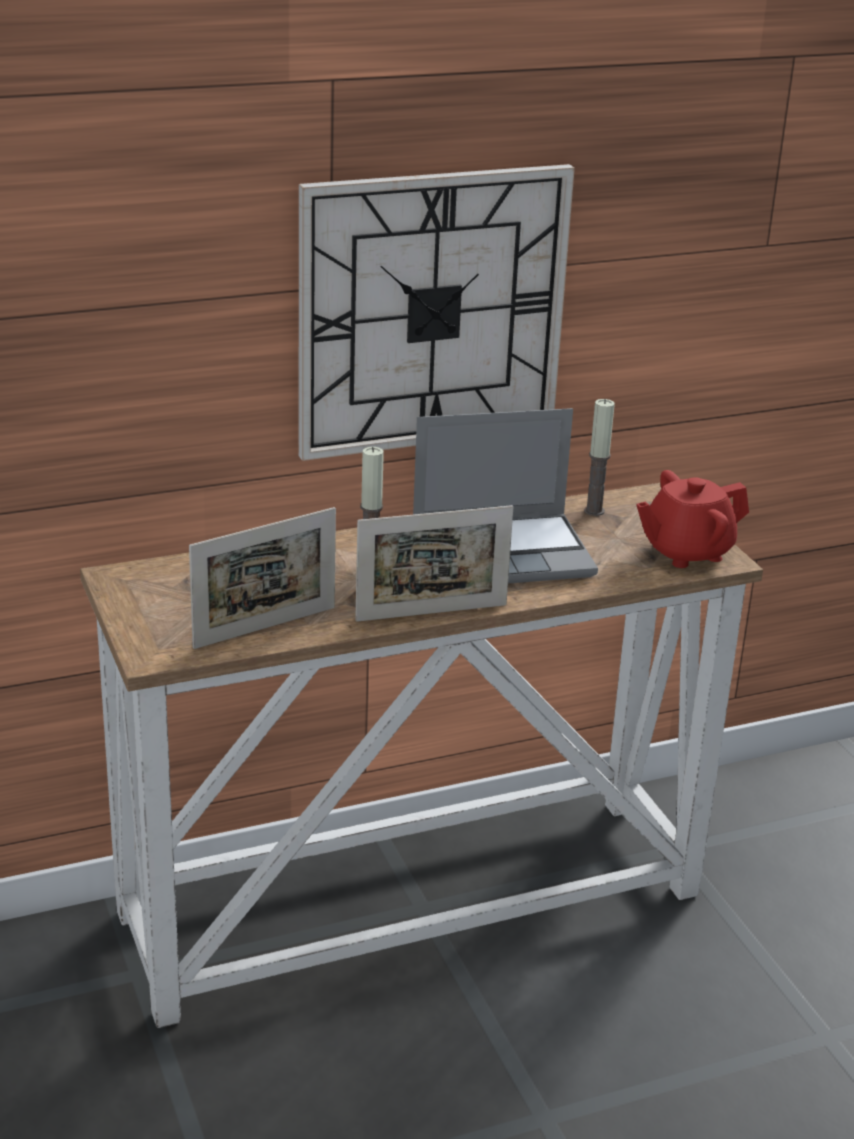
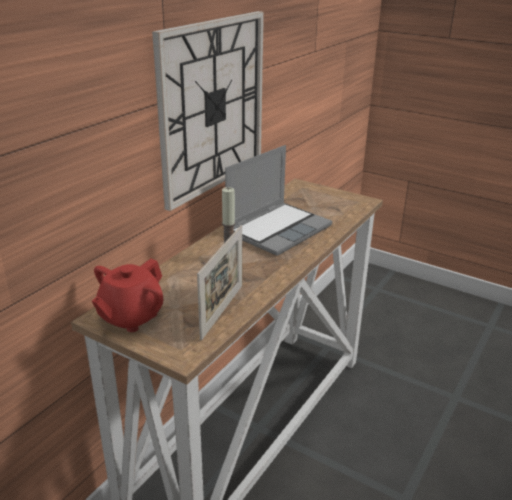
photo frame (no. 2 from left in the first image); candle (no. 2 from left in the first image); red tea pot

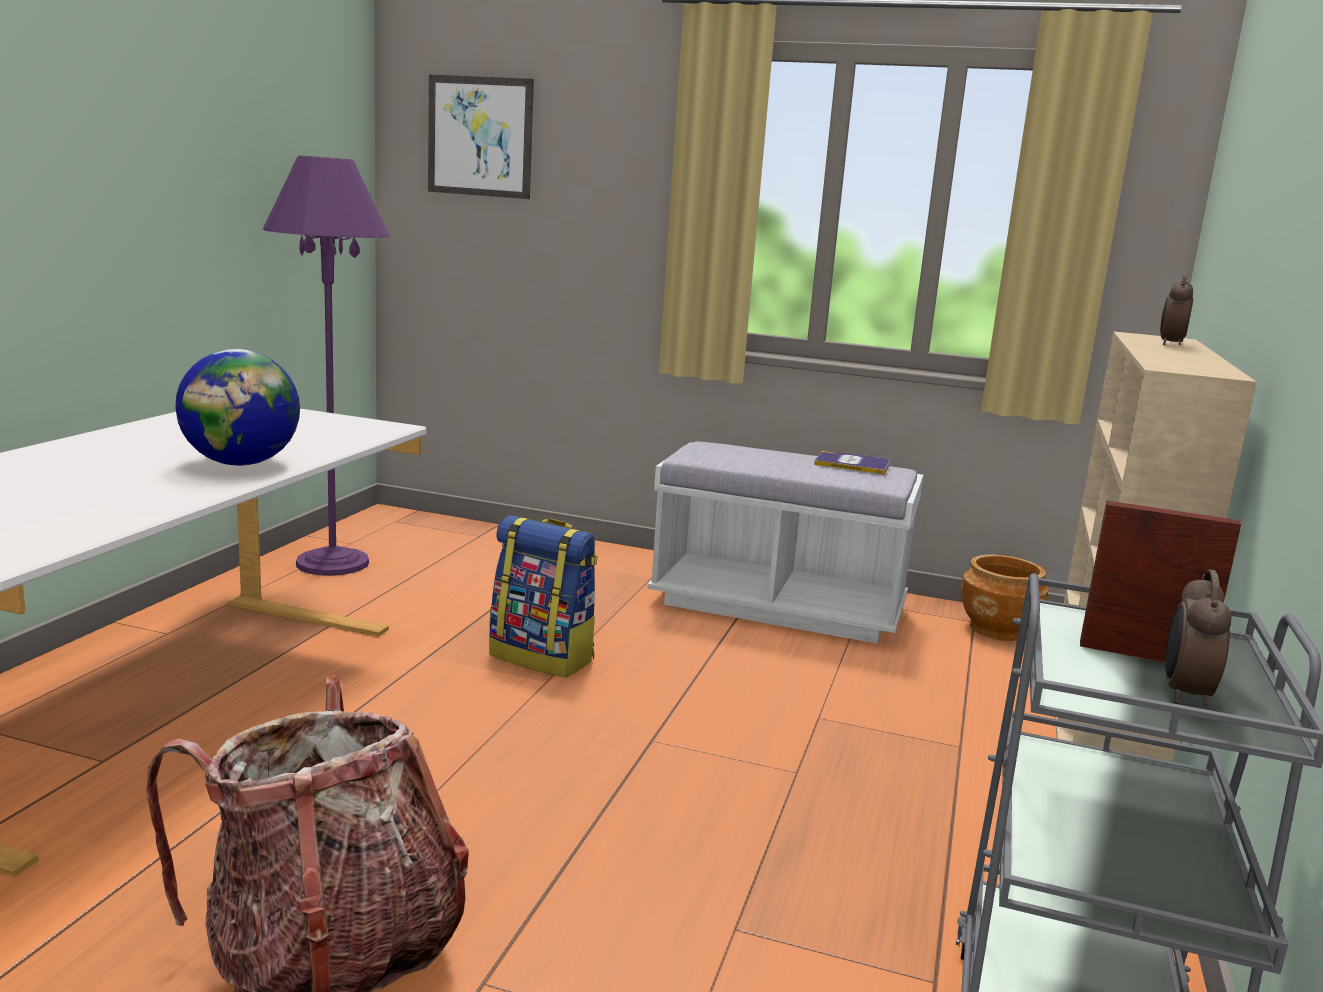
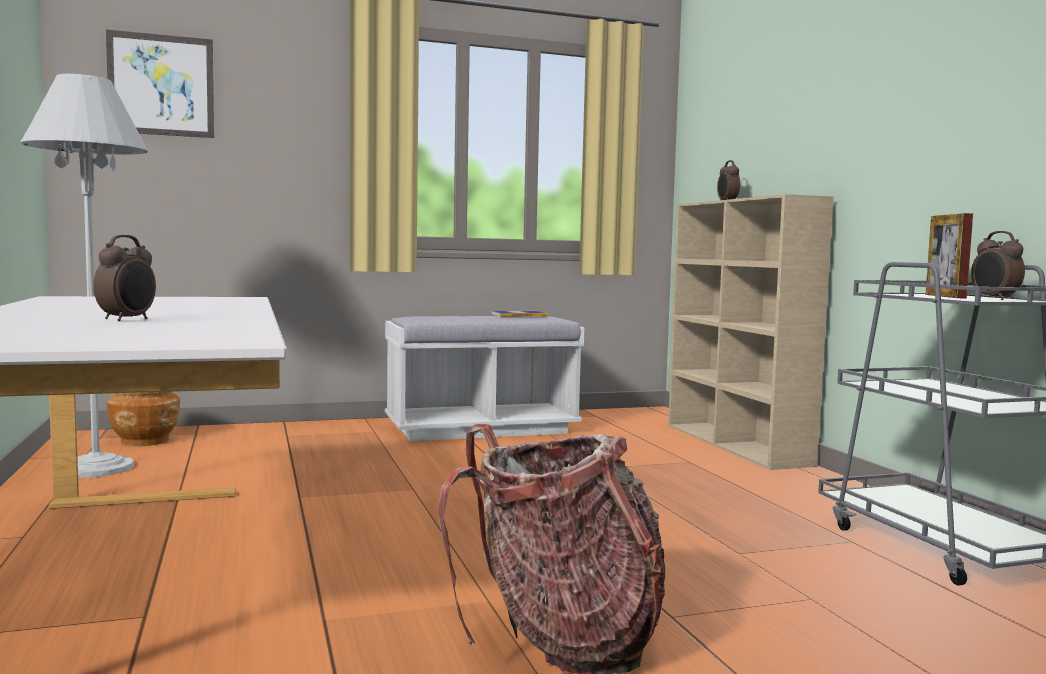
globe; white floor lamp; rucksack (no. 2 from left in the first image); brownish plant pot; photo frame; table clock (no. 1 from left)

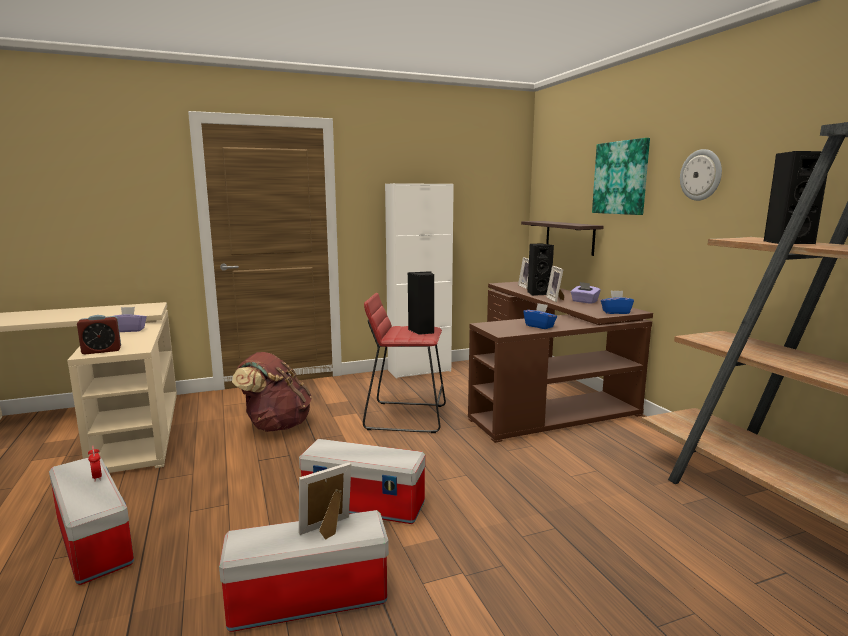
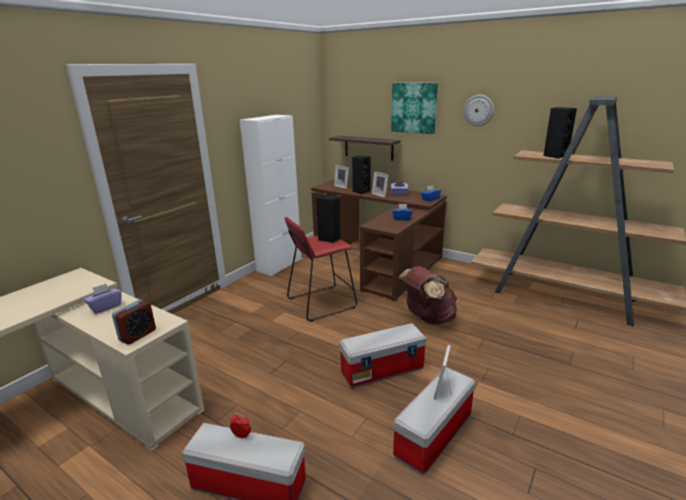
brownish rucksack

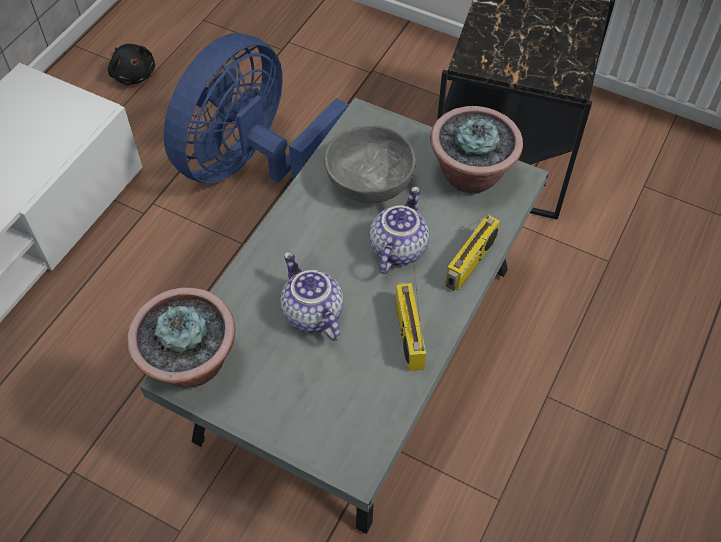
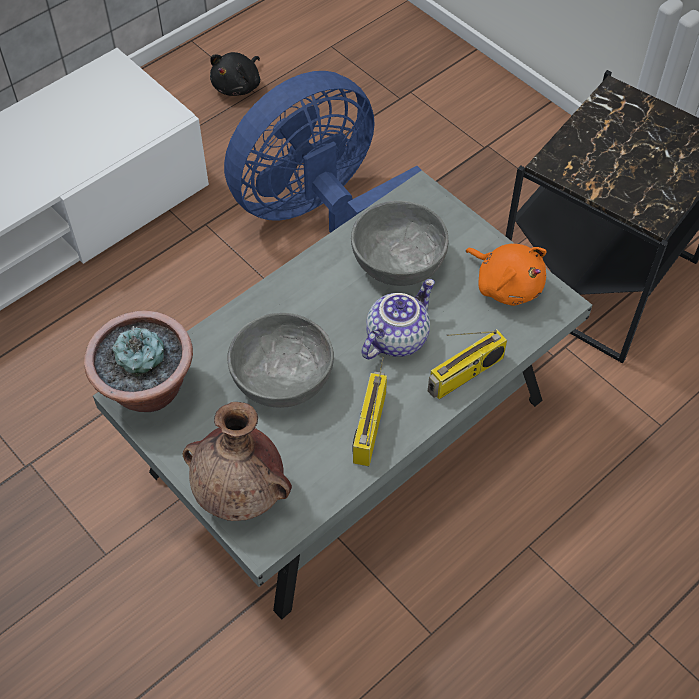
black-coloured cuddly toy; greyish serving bowl (no. 1 from left); orange-coloured cuddly toy; brownish decorative vase

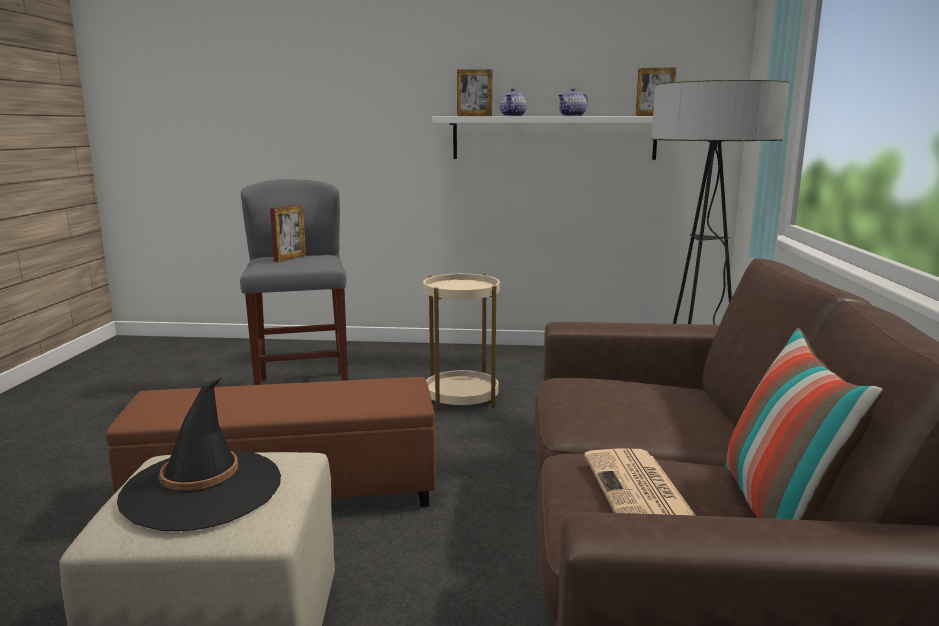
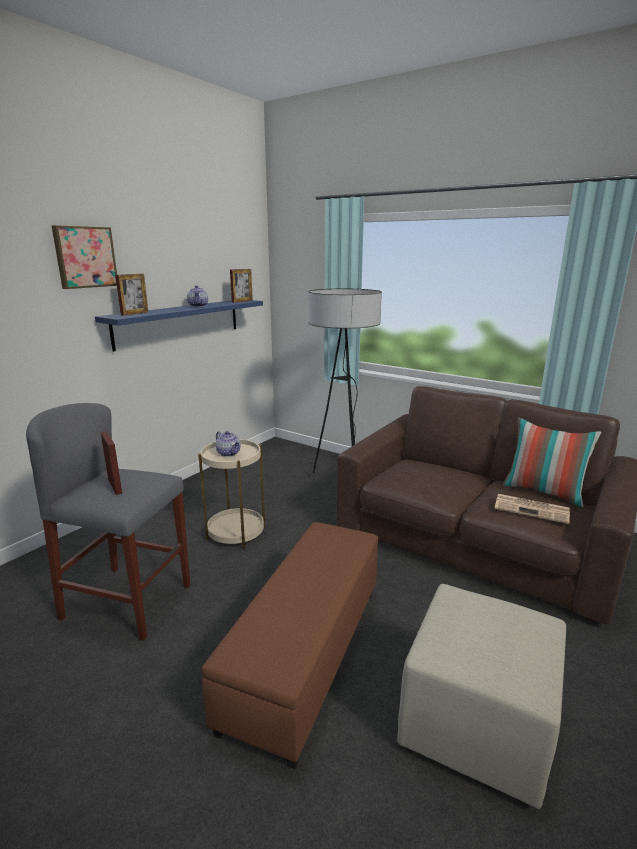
black-coloured hat; blue-coloured shelf; tea pot (no. 2 from left); wall art

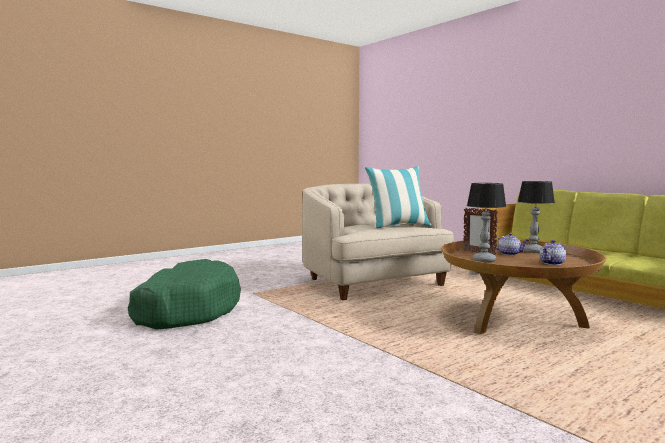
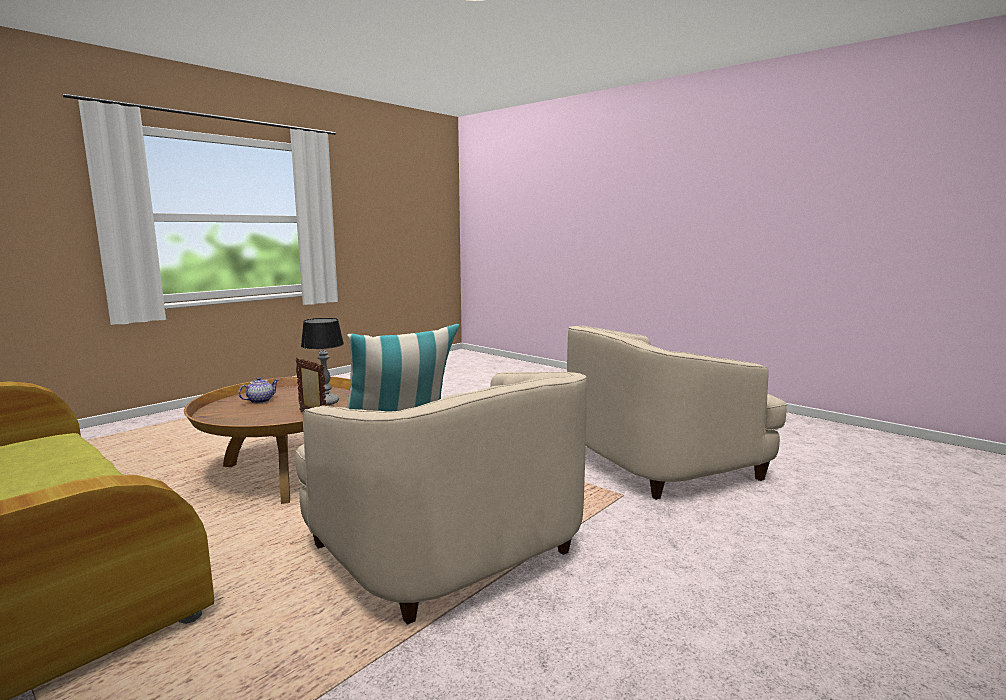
beige armchair (no. 2 from left); tea pot (no. 1 from left in the first image); lamp for a table (no. 2 from left in the first image)

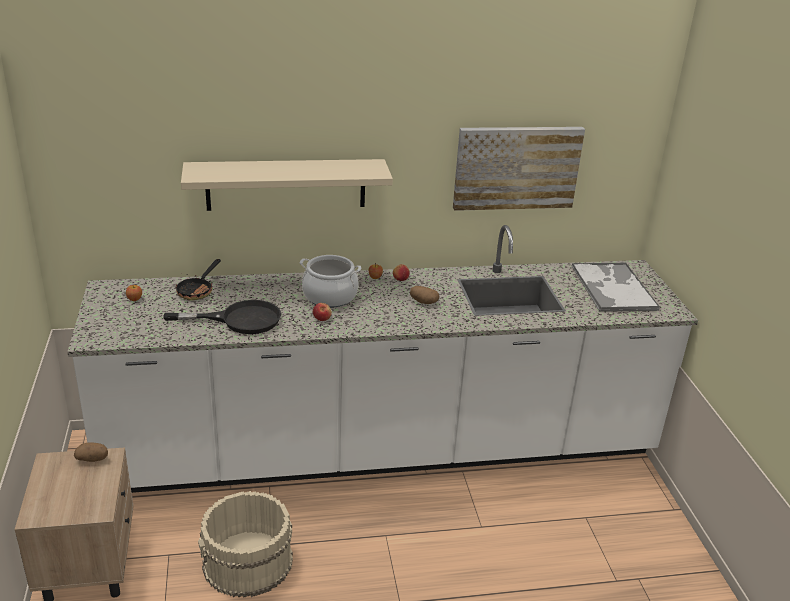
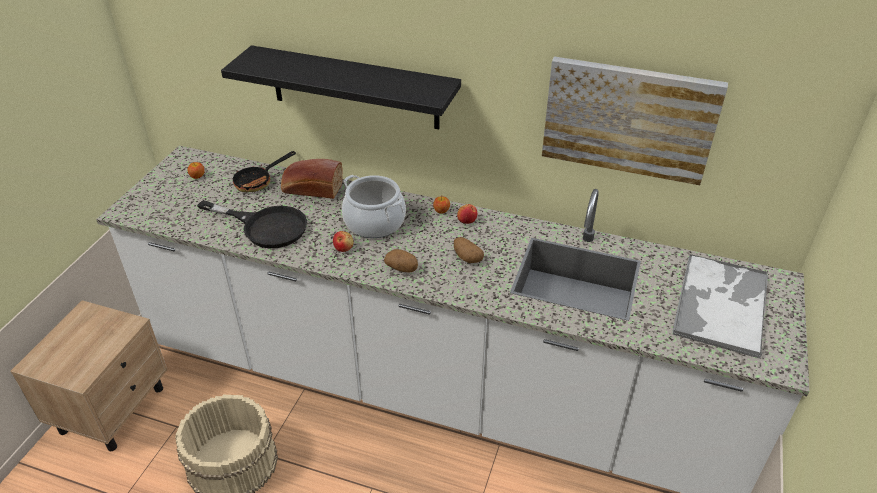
potato (no. 1 from left); black-coloured shelf; bakery bread

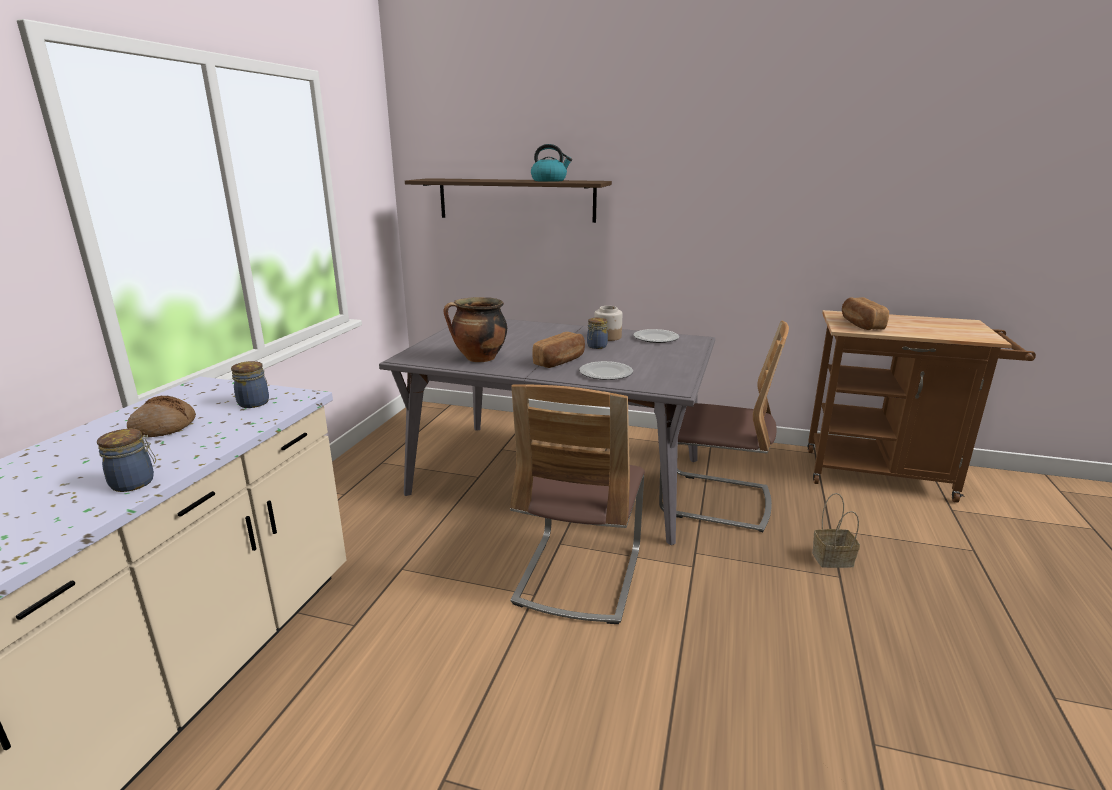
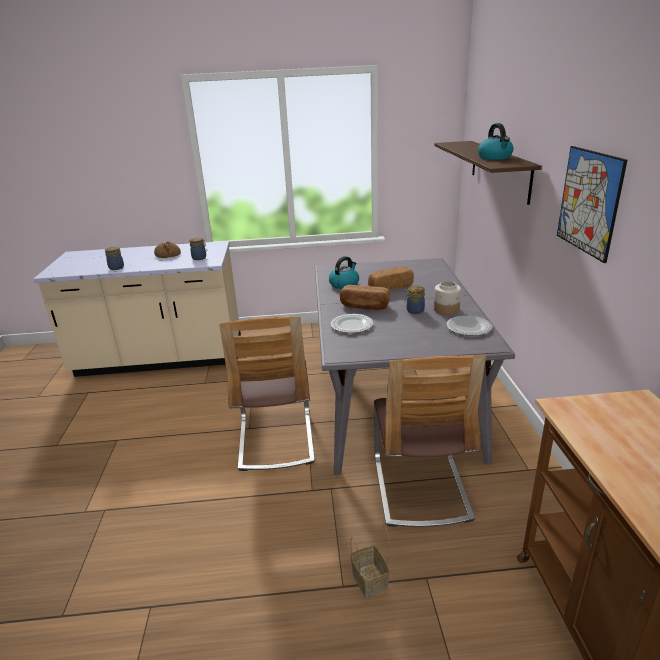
water kettle (no. 1 from left); upright chair (no. 1 from left); bakery bread (no. 3 from left); wall art

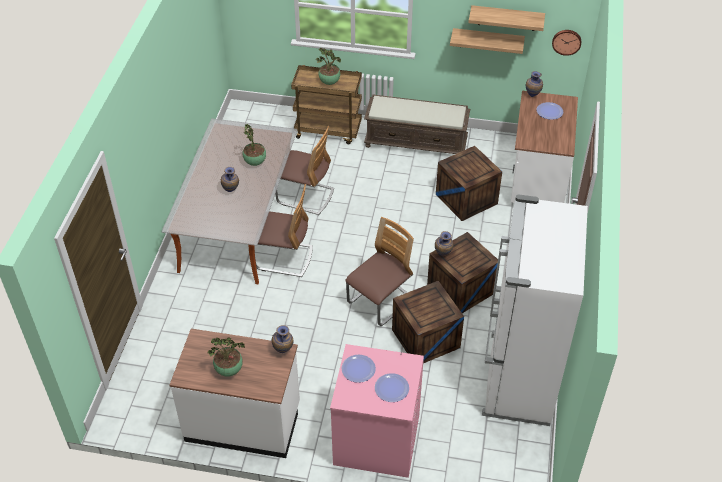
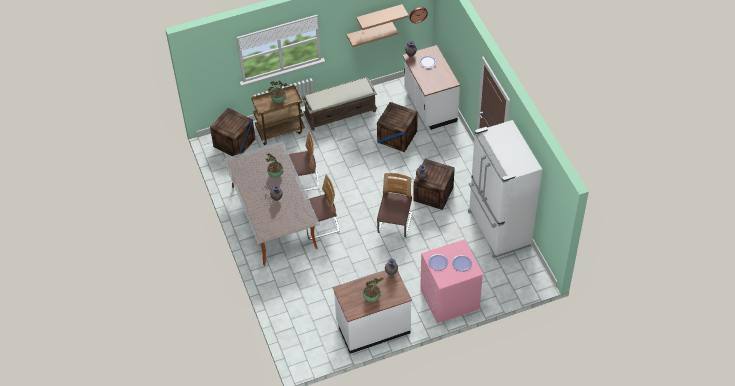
crate (no. 1 from left)

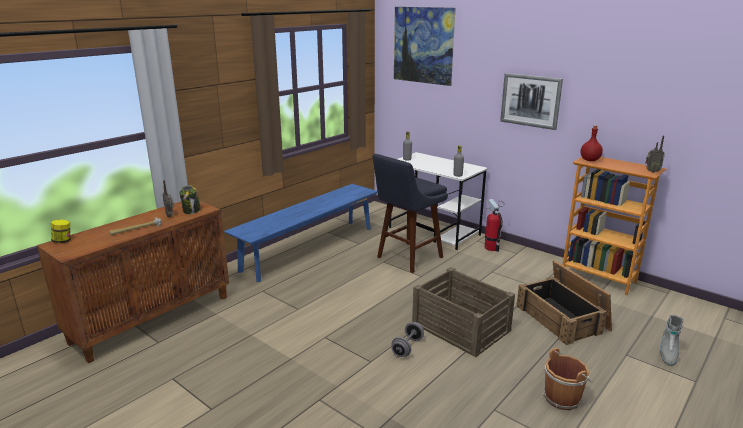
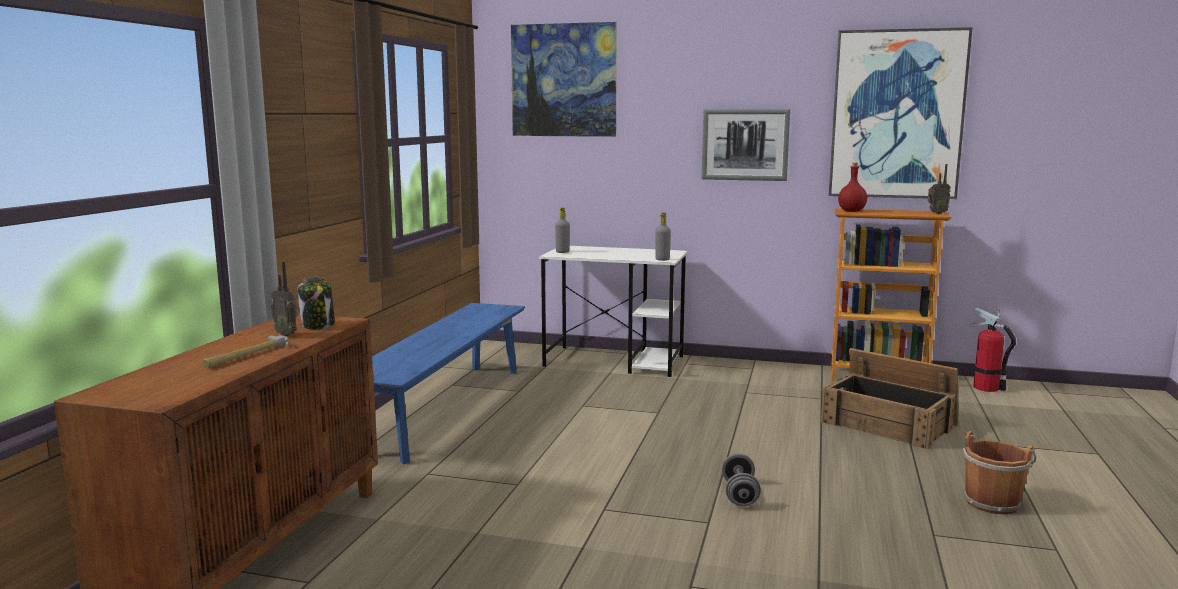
jar (no. 1 from left in the first image); blue-coloured sitting stool; crate (no. 1 from left in the first image); fire extinguisher; greyish boot; wall art (no. 3 from left)

